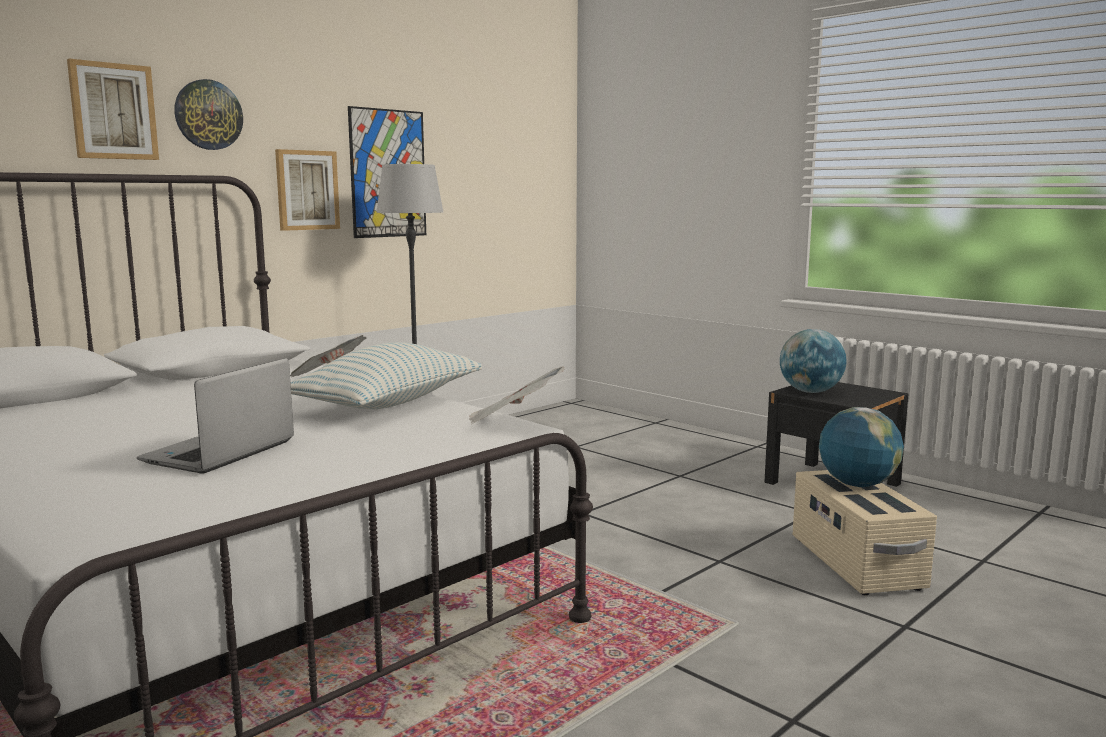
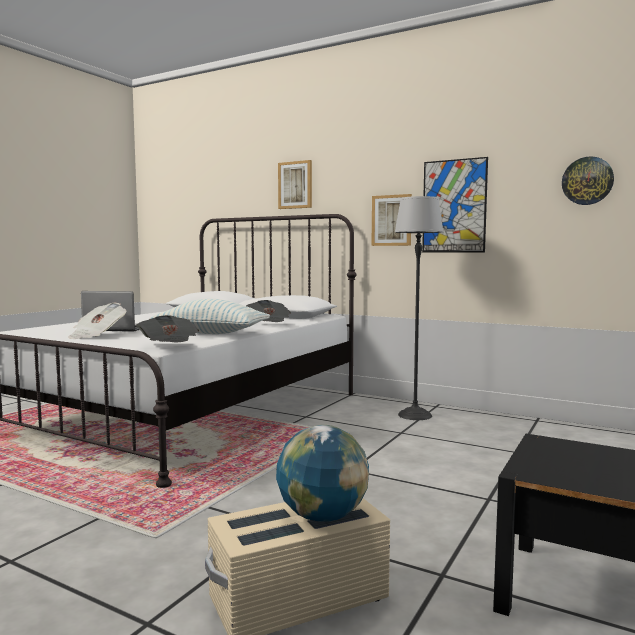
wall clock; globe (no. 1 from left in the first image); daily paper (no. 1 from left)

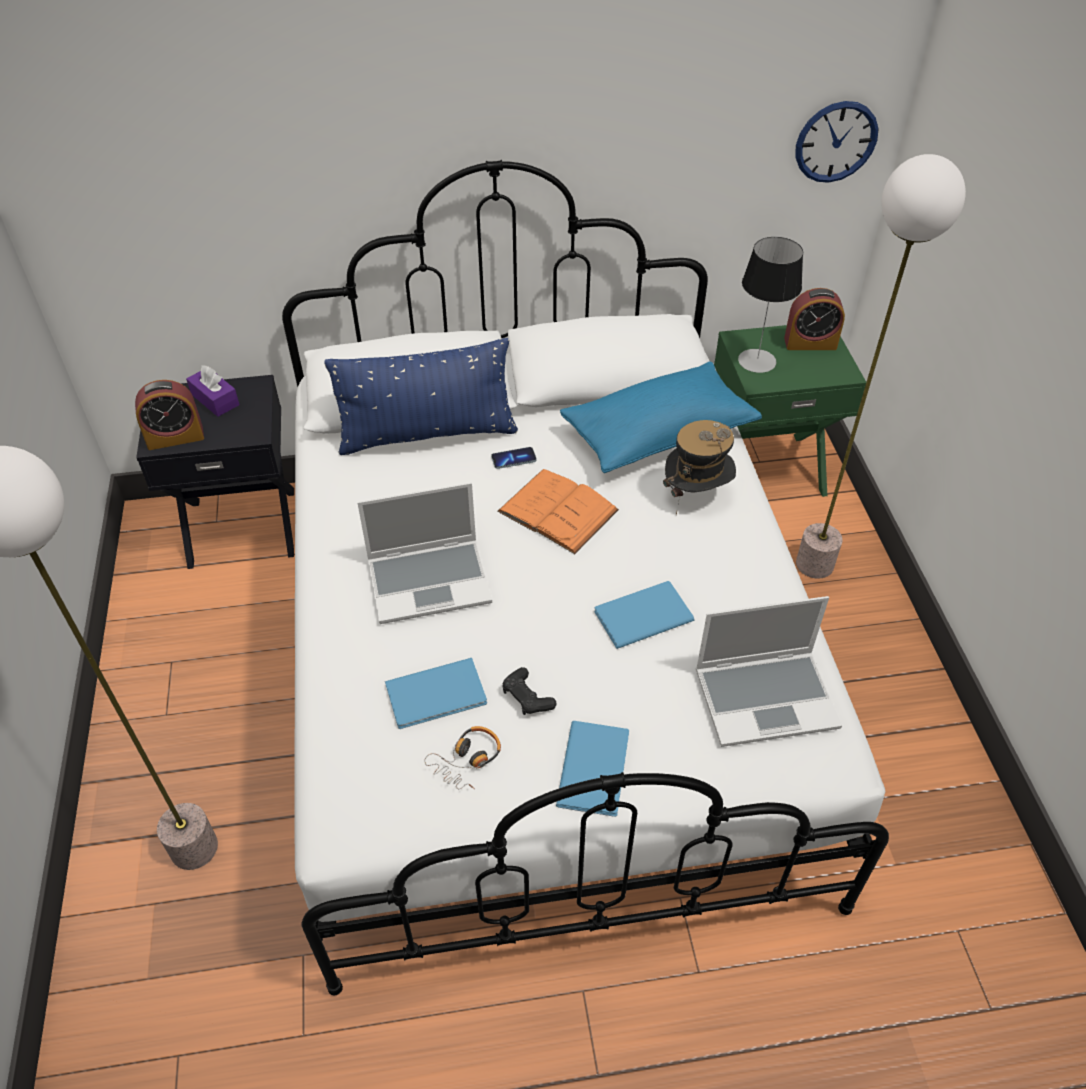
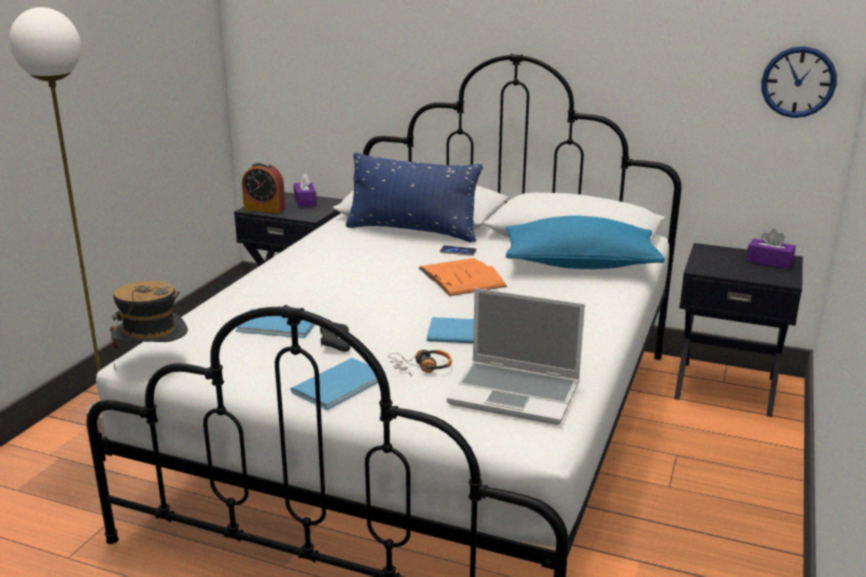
portable computer (no. 1 from left in the first image); pair of headphones; hat; black-coloured bedside table (no. 2 from left); lamp for a table; purple-coloured tissue holder (no. 2 from left); floor lamp (no. 2 from left in the first image)

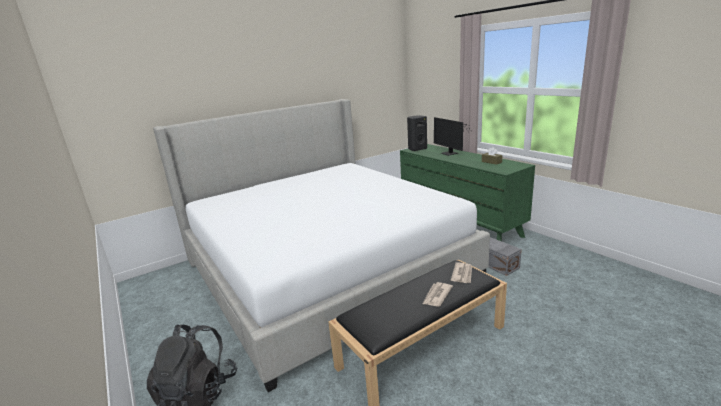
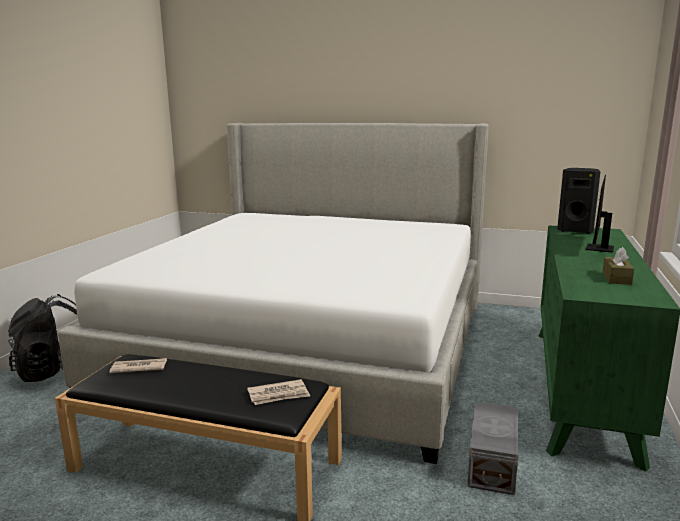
daily paper (no. 1 from left)

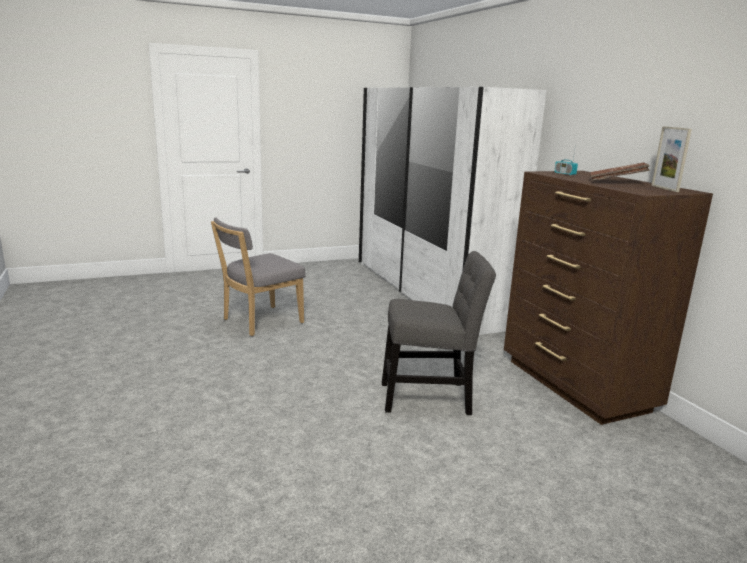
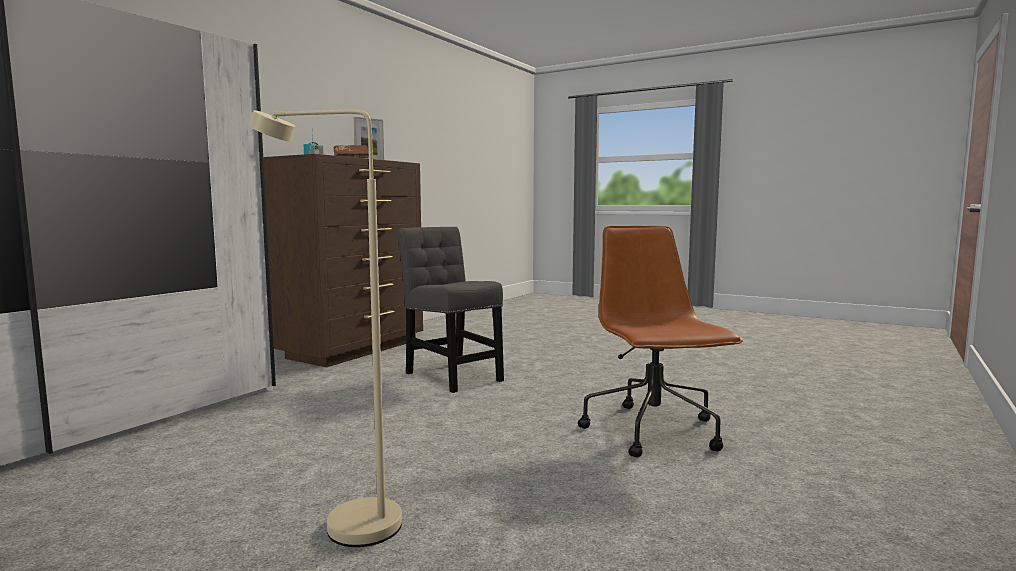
beige floor lamp; brownish office chair

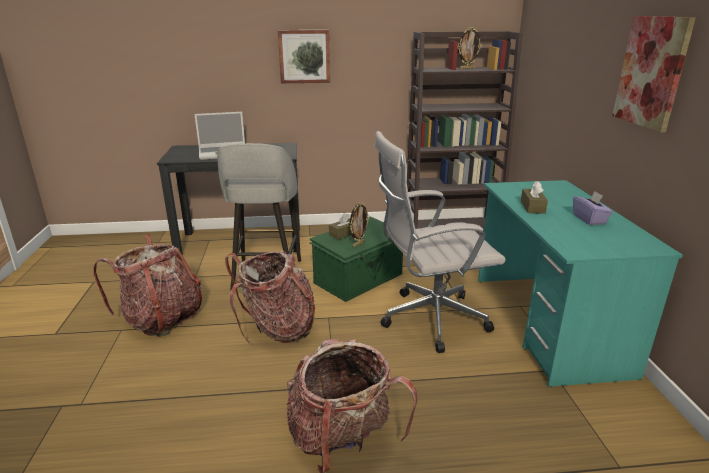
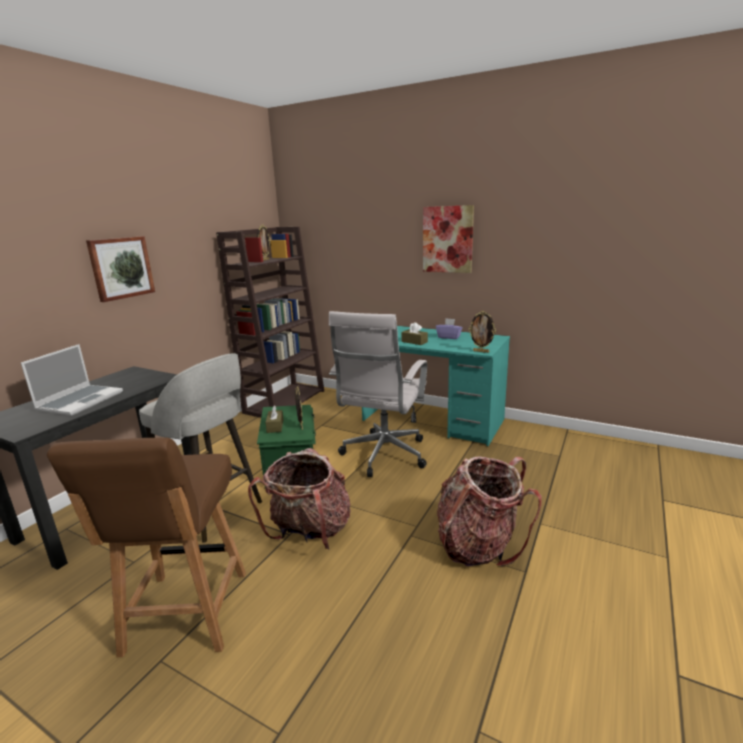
brownish upright chair; photo frame (no. 3 from left)

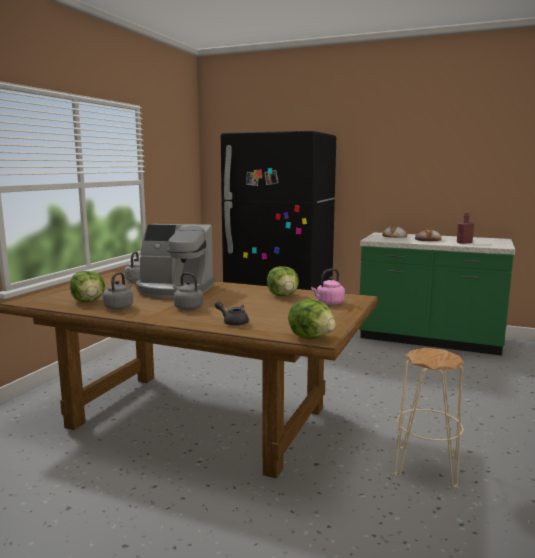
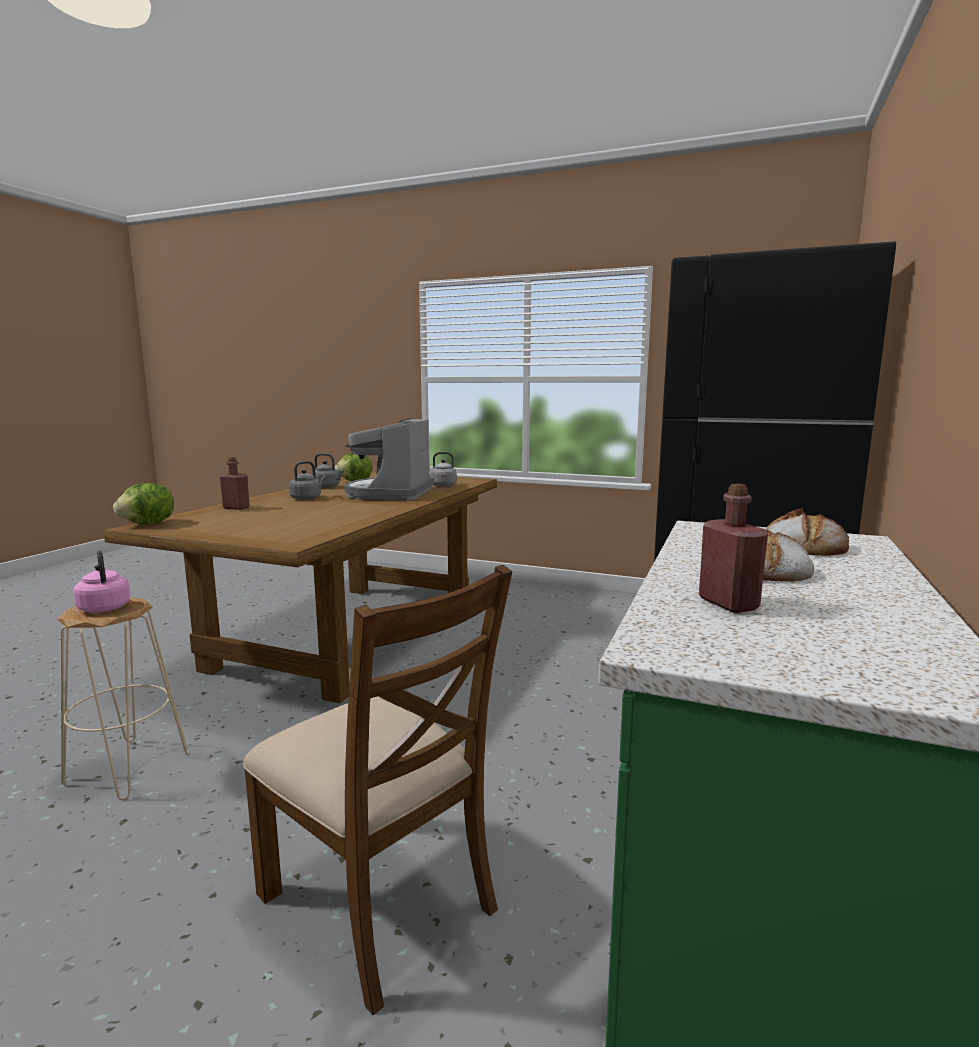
red drink bottle (no. 1 from left); lettuce (no. 2 from left in the first image); pinkish water kettle; brownish upright chair

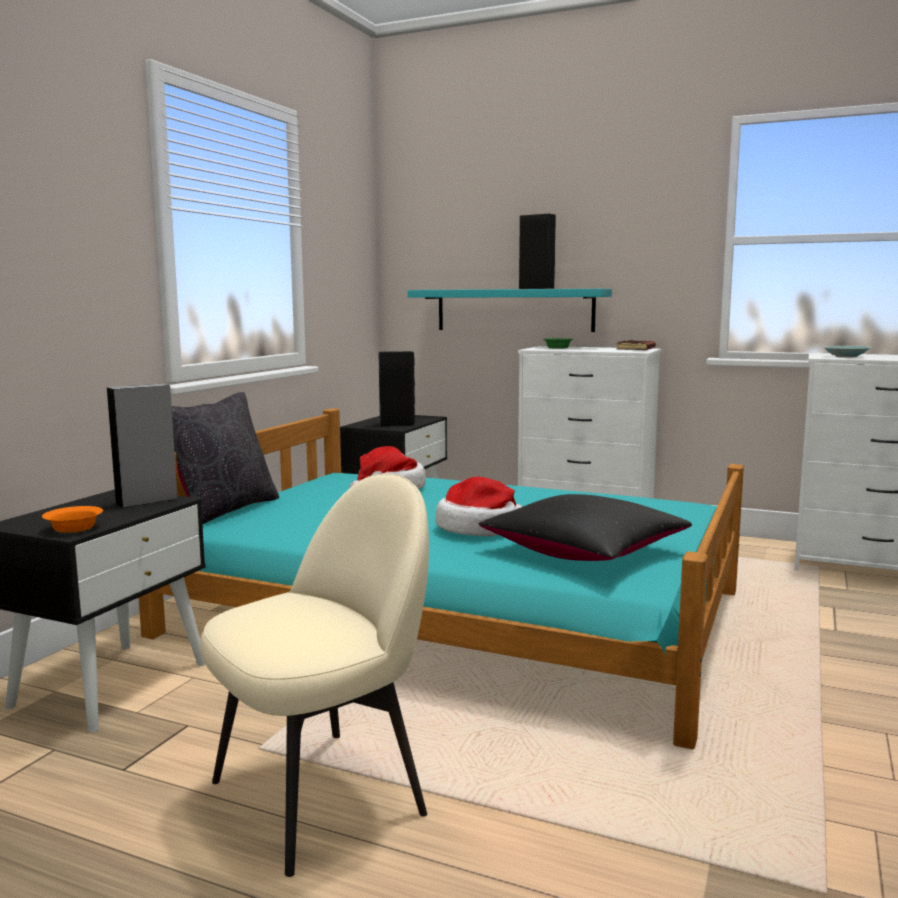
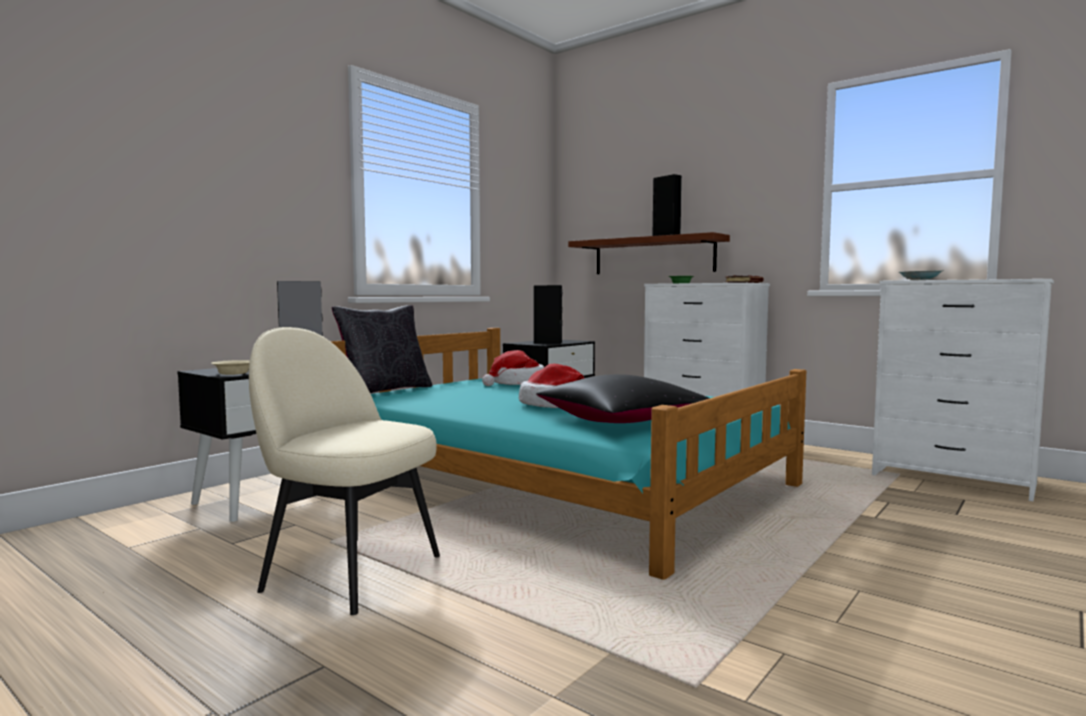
beige serving bowl; beige upright chair; brownish shelf

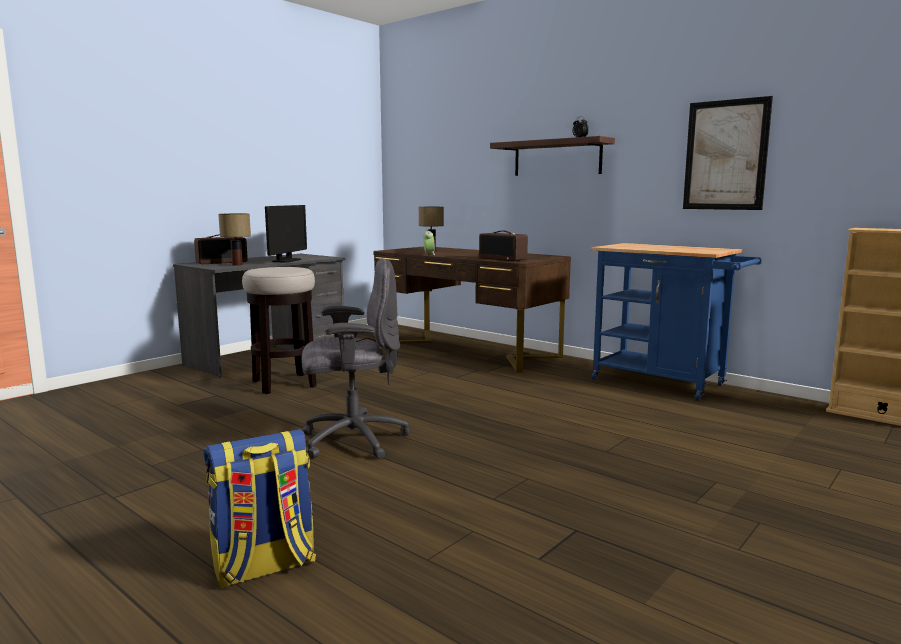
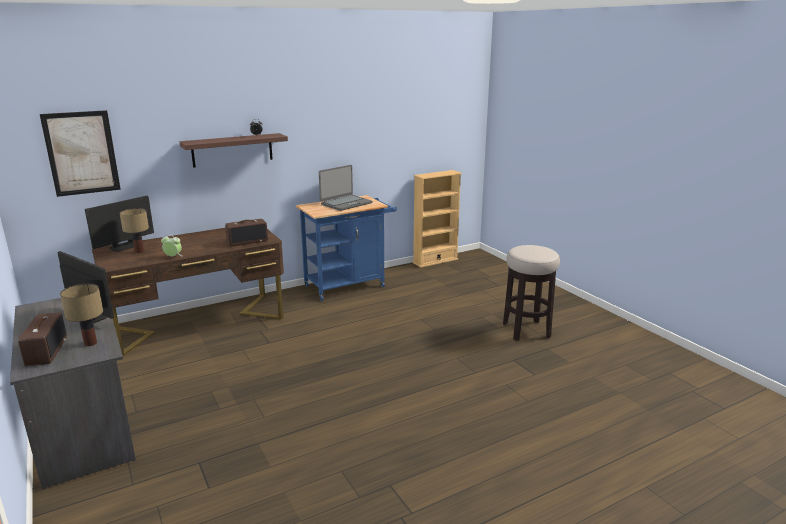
rucksack; sitting stool; greyish office chair; wall art; monitor (no. 2 from left); portable computer

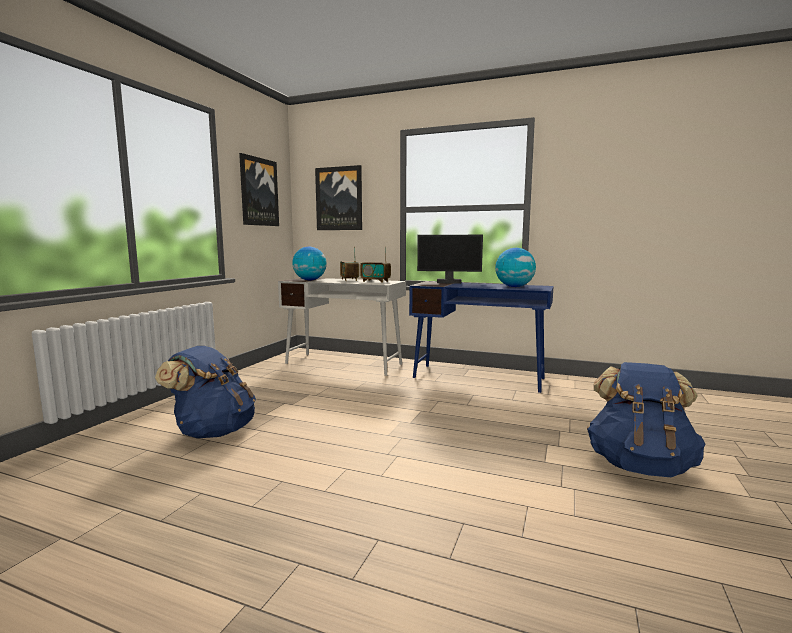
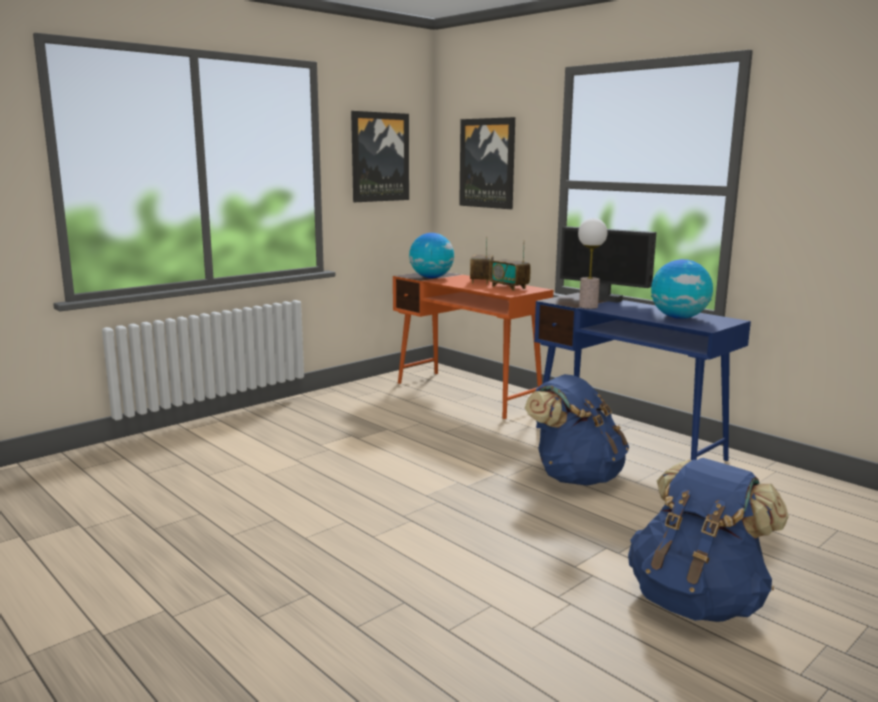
blue-coloured rucksack (no. 1 from left); orange-coloured desk table; lamp for a table

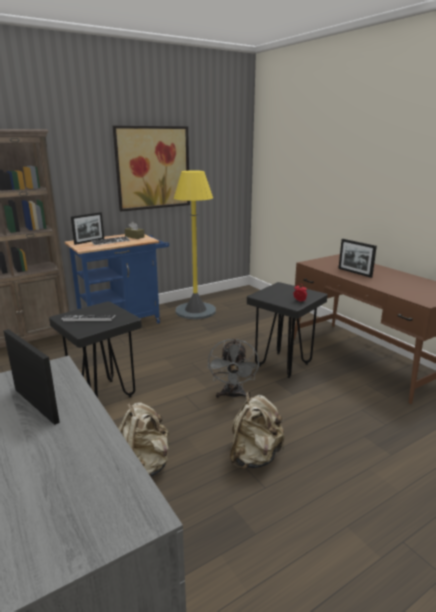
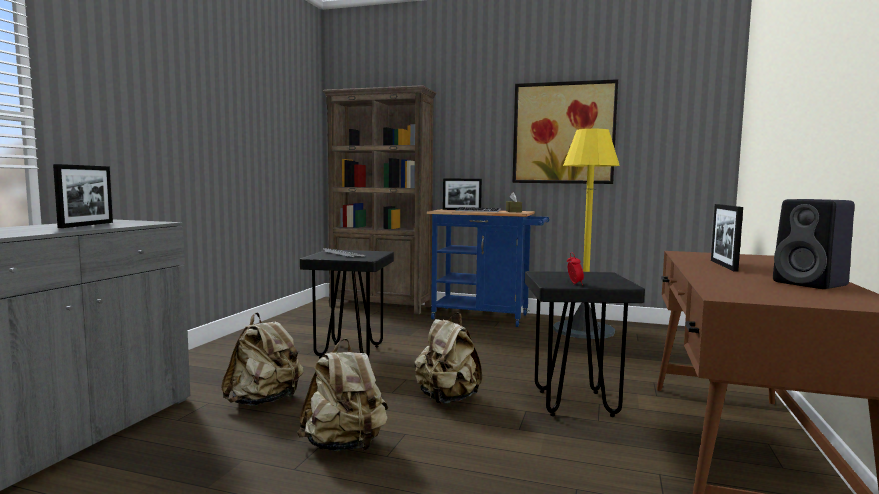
beige rucksack (no. 3 from left); black-coloured audio speaker

